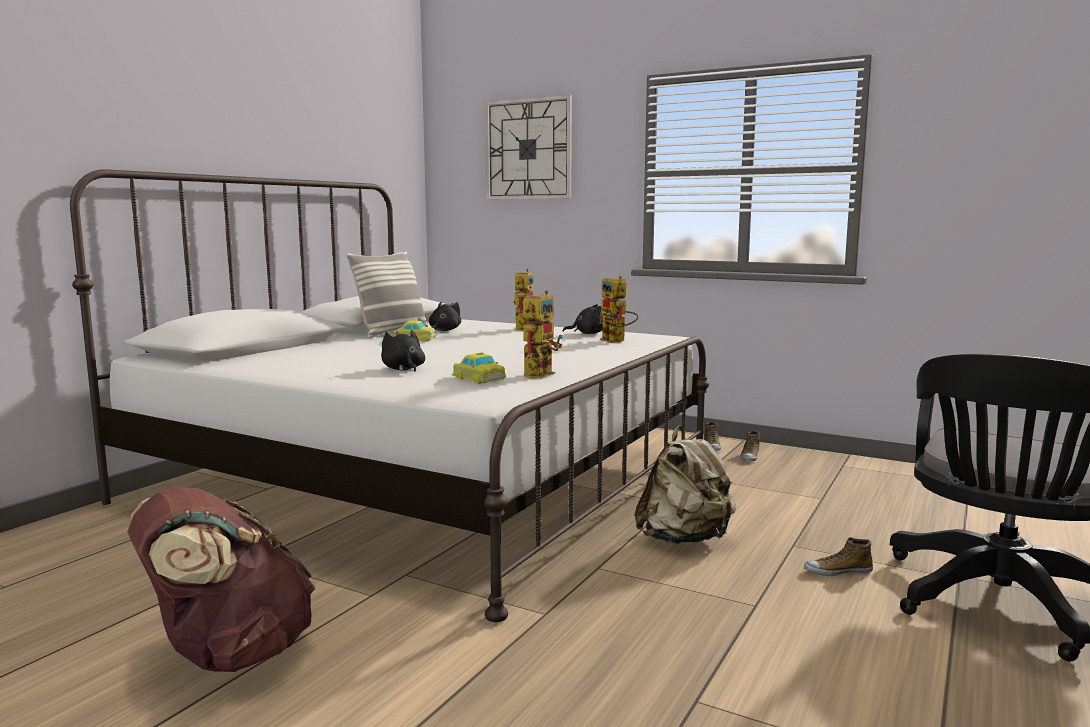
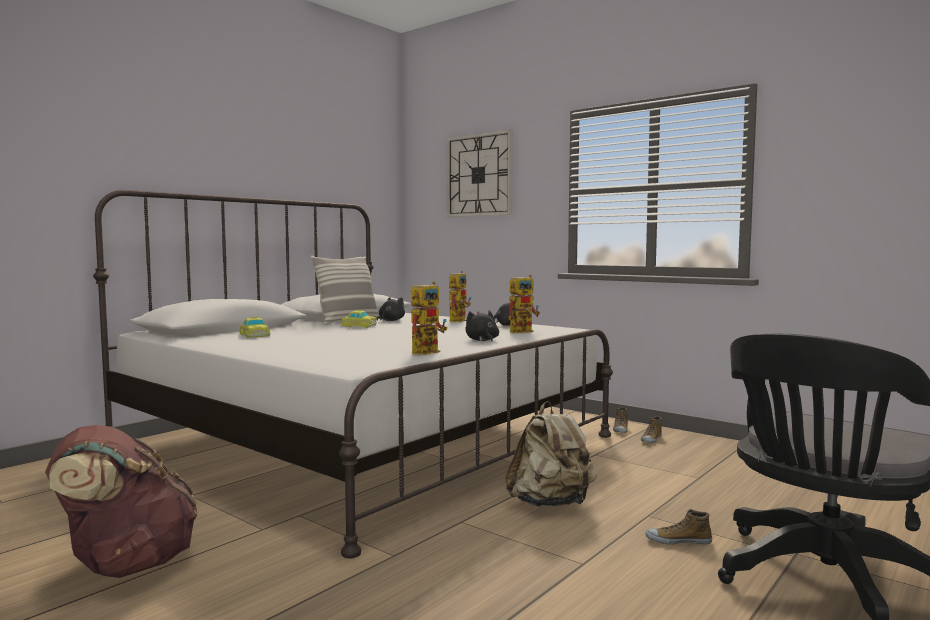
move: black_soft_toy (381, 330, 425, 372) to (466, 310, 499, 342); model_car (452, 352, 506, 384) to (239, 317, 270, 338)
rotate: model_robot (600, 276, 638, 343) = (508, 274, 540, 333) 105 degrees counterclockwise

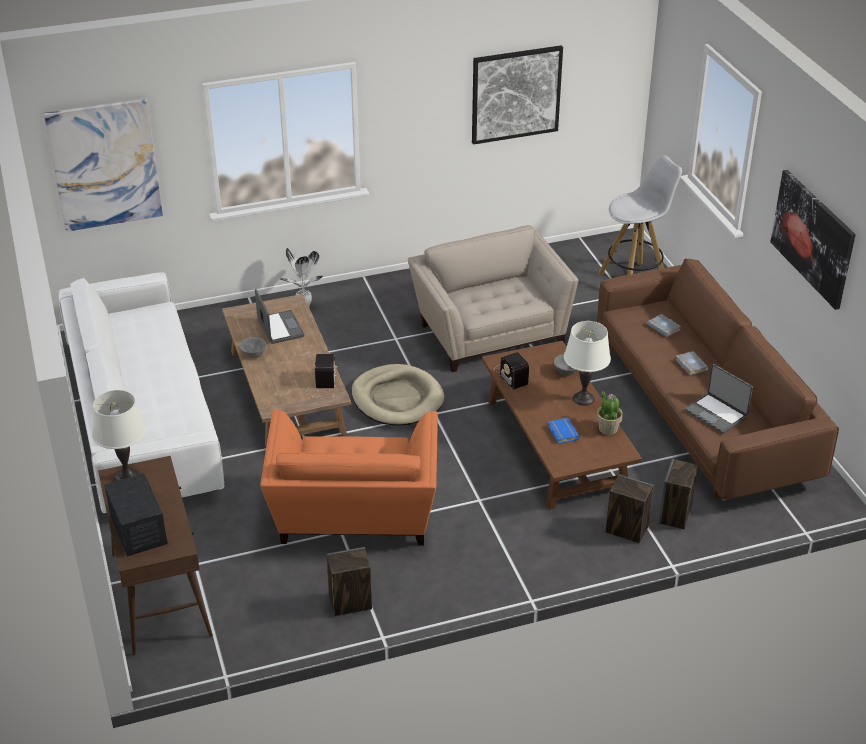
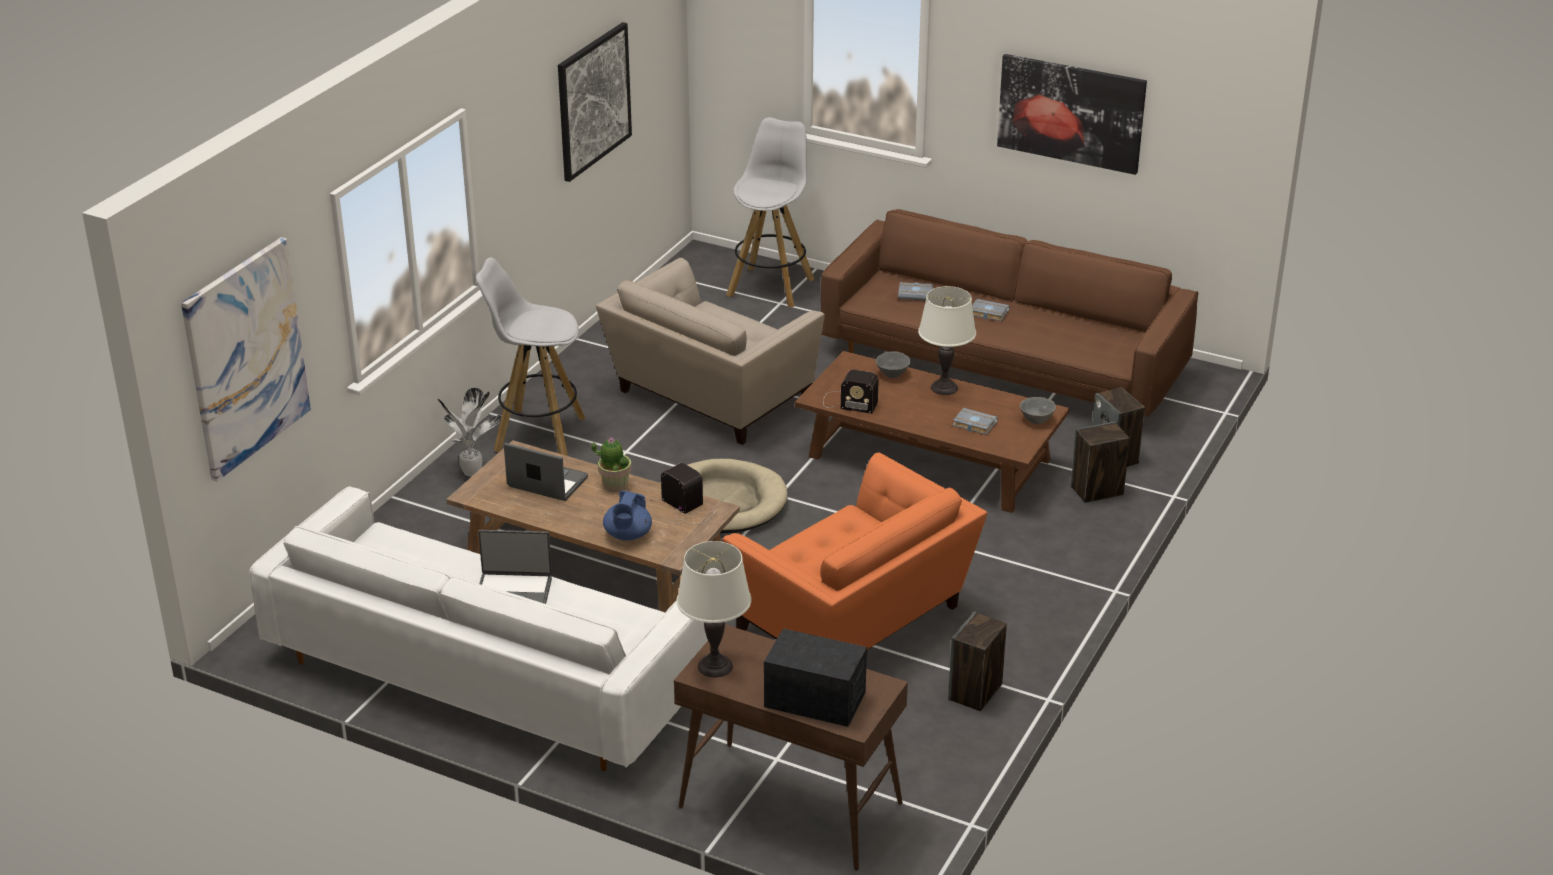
insert: white-coloured_sitting_stool (476, 258, 585, 456); blue_teapot (603, 491, 652, 541)
move: grey_deep_dish (239, 337, 266, 358) to (1020, 397, 1056, 424); potted_plant (597, 392, 623, 435) to (591, 437, 632, 492); laptop (685, 364, 753, 434) to (478, 530, 552, 604)
recolor: blue_bound_book (548, 418, 580, 444) to grey_bound_book (953, 408, 998, 435)
rotate: beige_armchair (408, 225, 578, 372) = (596, 258, 825, 445) 75 degrees counterclockwise

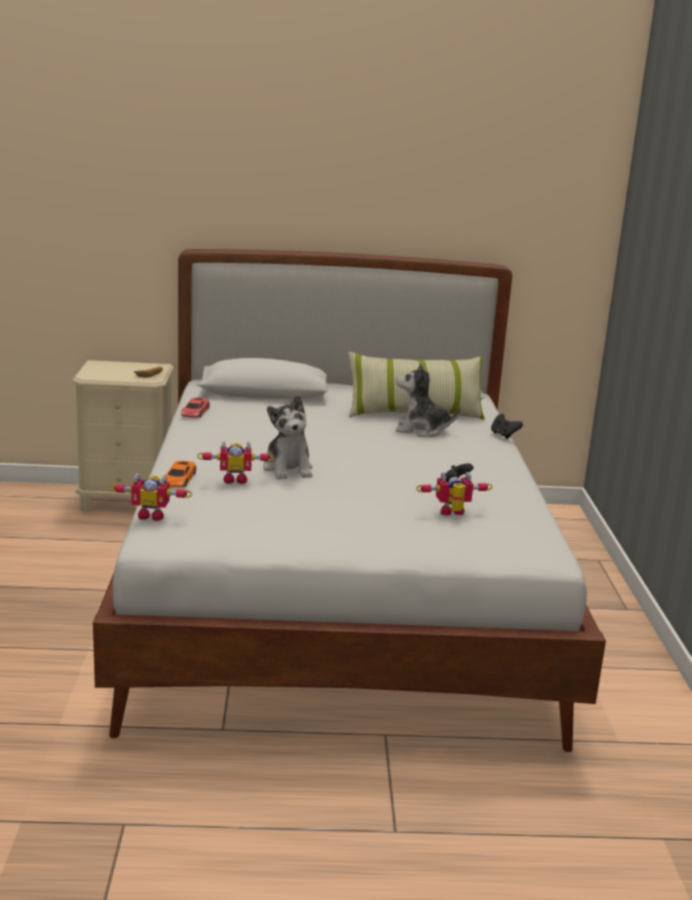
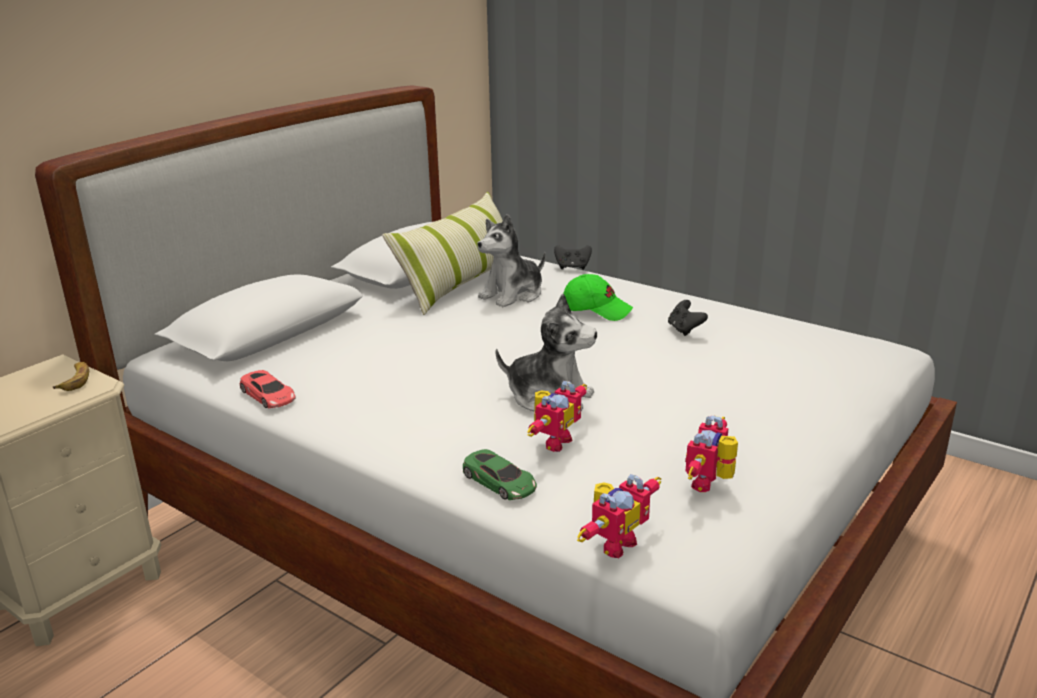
insert: greenish_peaked_cap (563, 274, 633, 321)
move: model_robot (416, 472, 492, 516) to (685, 416, 738, 492)
recolor: orange-coloured_model_car (165, 461, 196, 488) to greenish_model_car (463, 449, 537, 500)

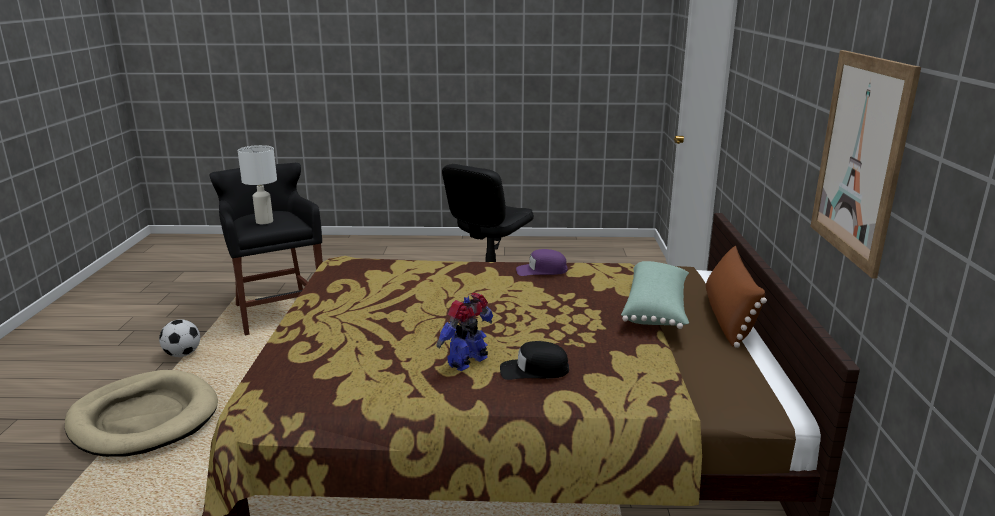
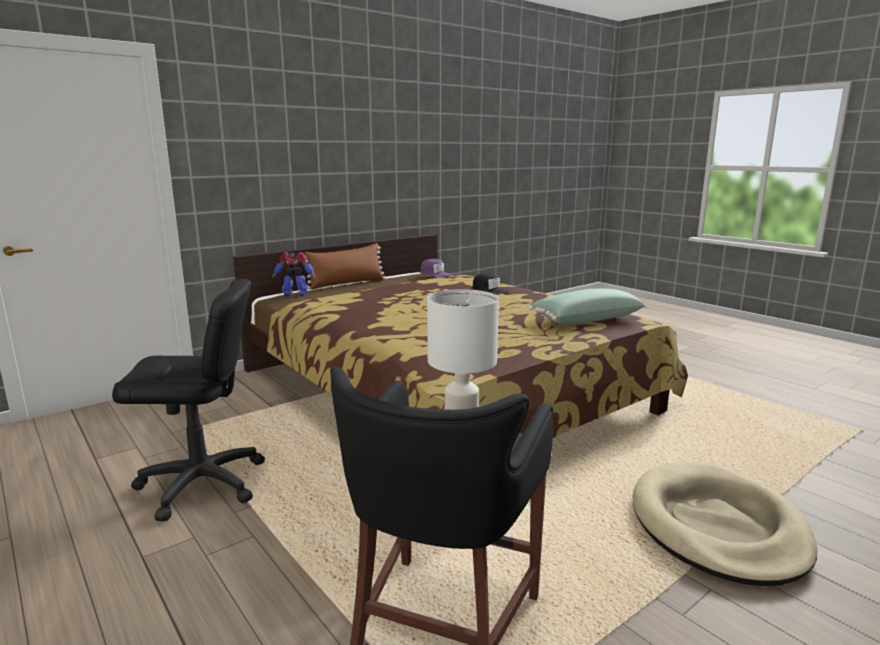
delete: football_ball (159, 319, 200, 357); wall_art (810, 50, 921, 278)
move: model_robot (436, 293, 493, 371) to (272, 252, 315, 296); purplish_peaked_cap (516, 249, 568, 276) to (420, 259, 452, 278); greenish_pillow (621, 261, 689, 329) to (529, 289, 646, 324)

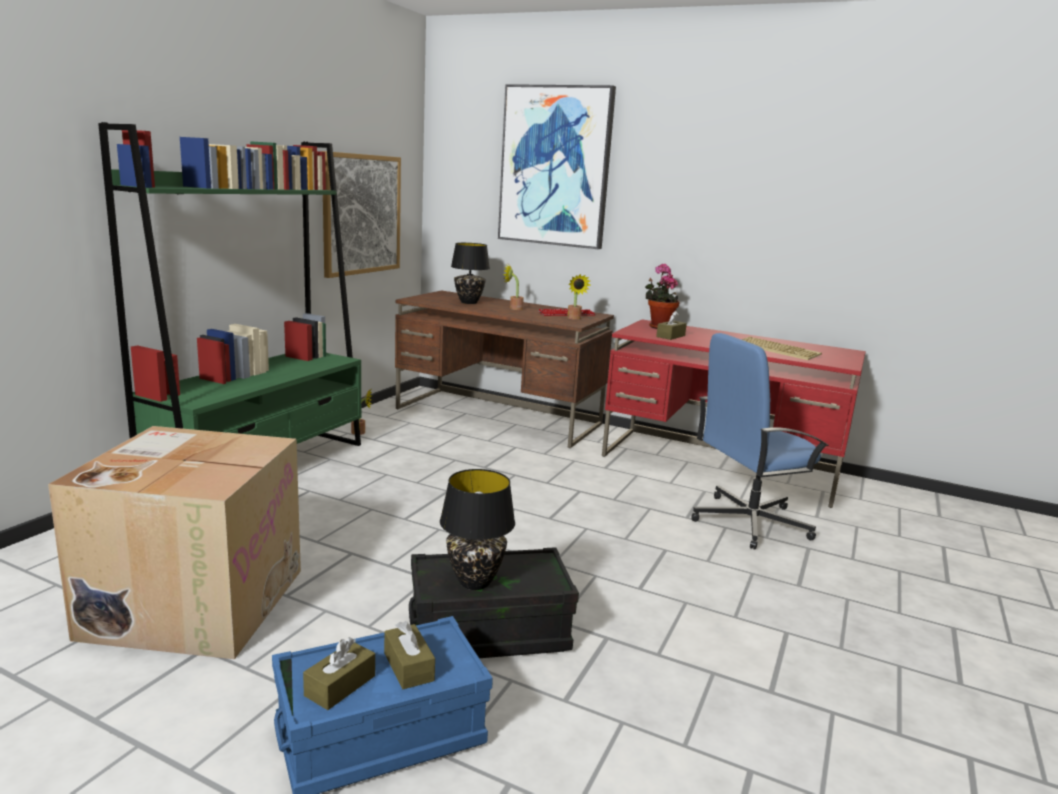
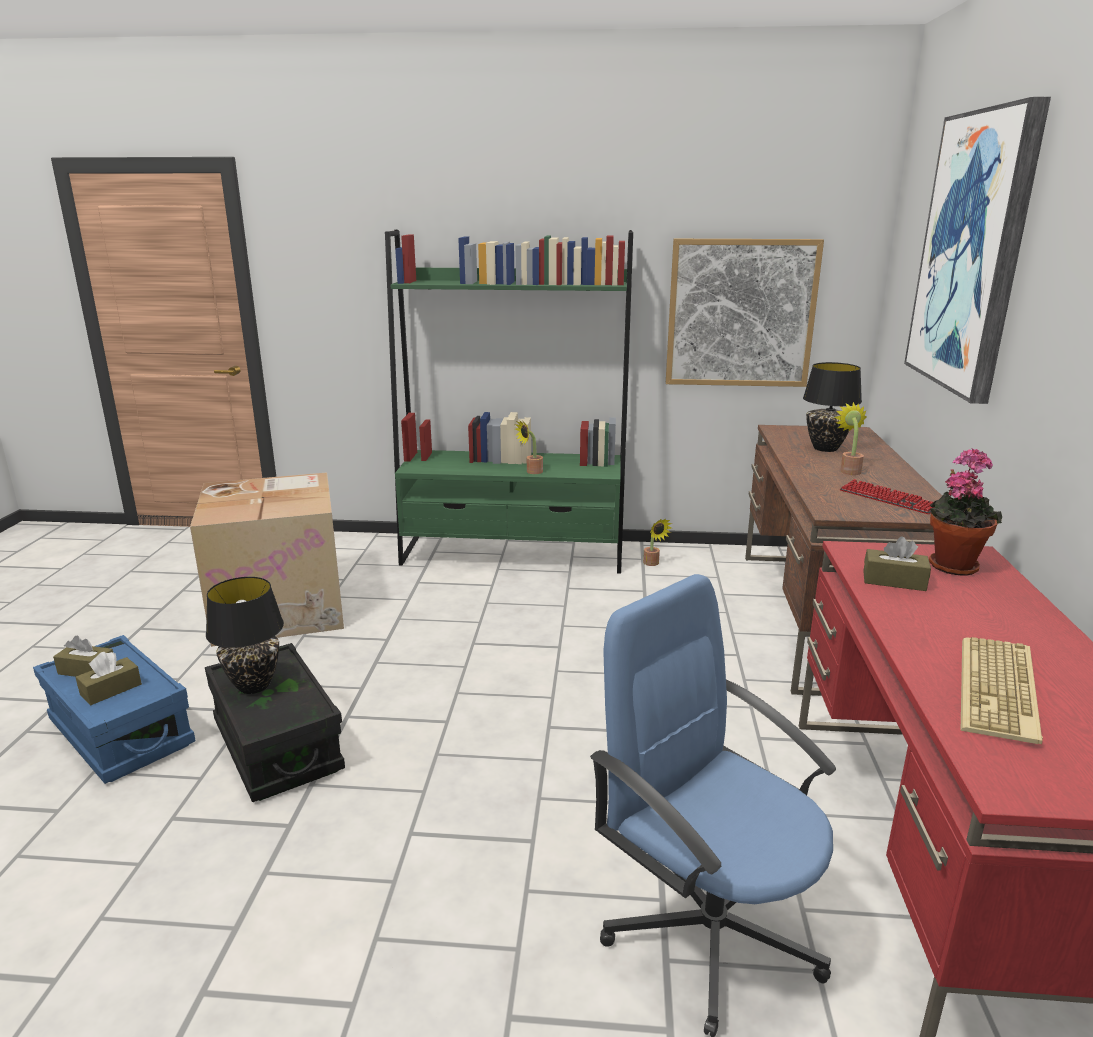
move: potted_plant (567, 274, 591, 320) to (515, 420, 543, 474)

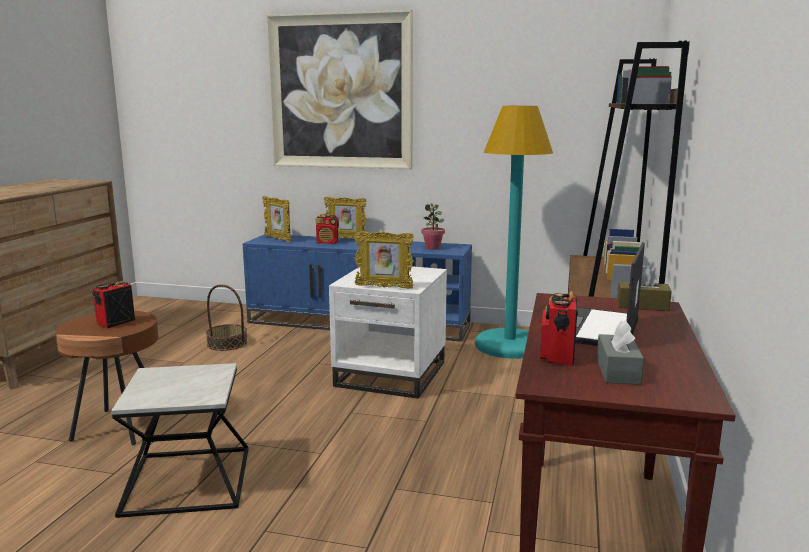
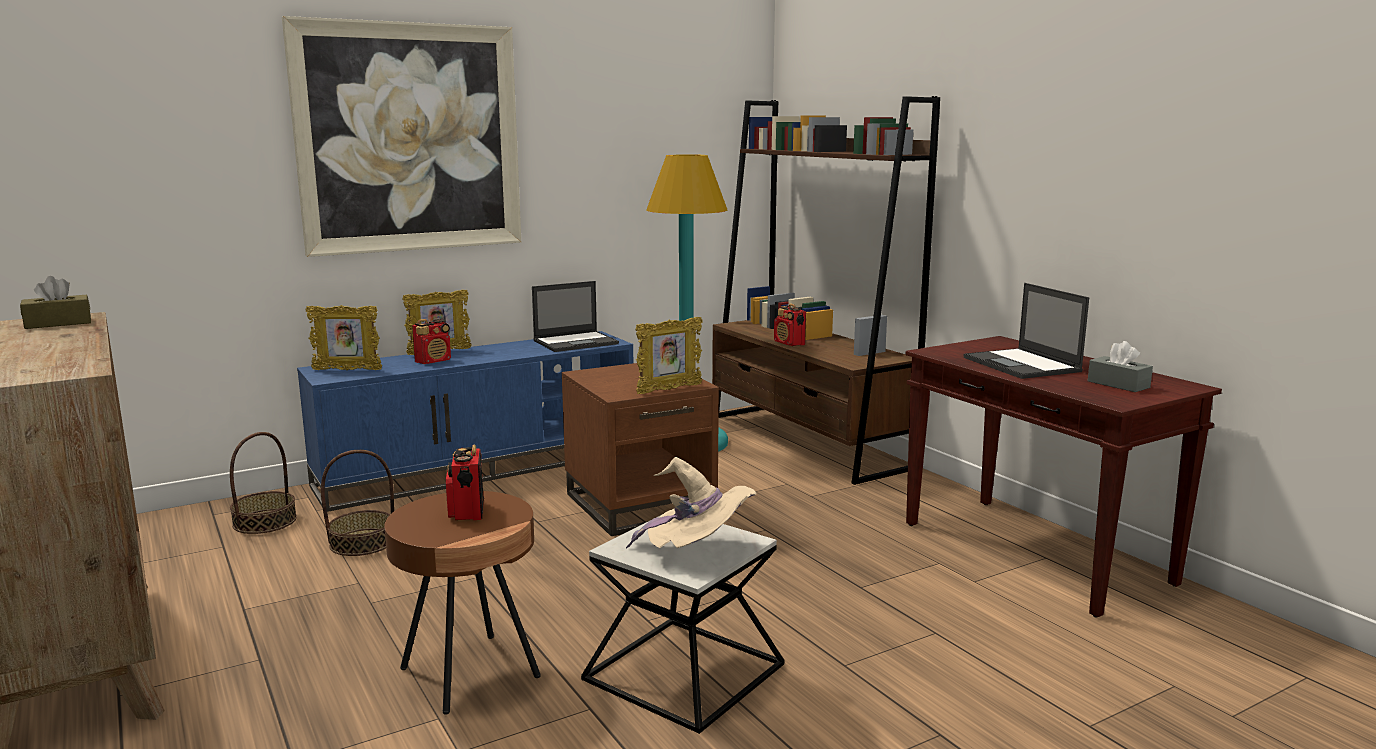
insert: basket (230, 432, 297, 534); beige_wearable_hat (626, 457, 757, 549)
move: radio (540, 291, 578, 366) to (774, 303, 806, 346); brown_tissue_holder (617, 267, 672, 311) to (20, 276, 91, 329)
replace: potted_plant (421, 203, 445, 250) to laptop (532, 281, 619, 352)
recolor: white-coloured_accent_table (329, 266, 447, 399) to brown_accent_table (562, 363, 719, 536)

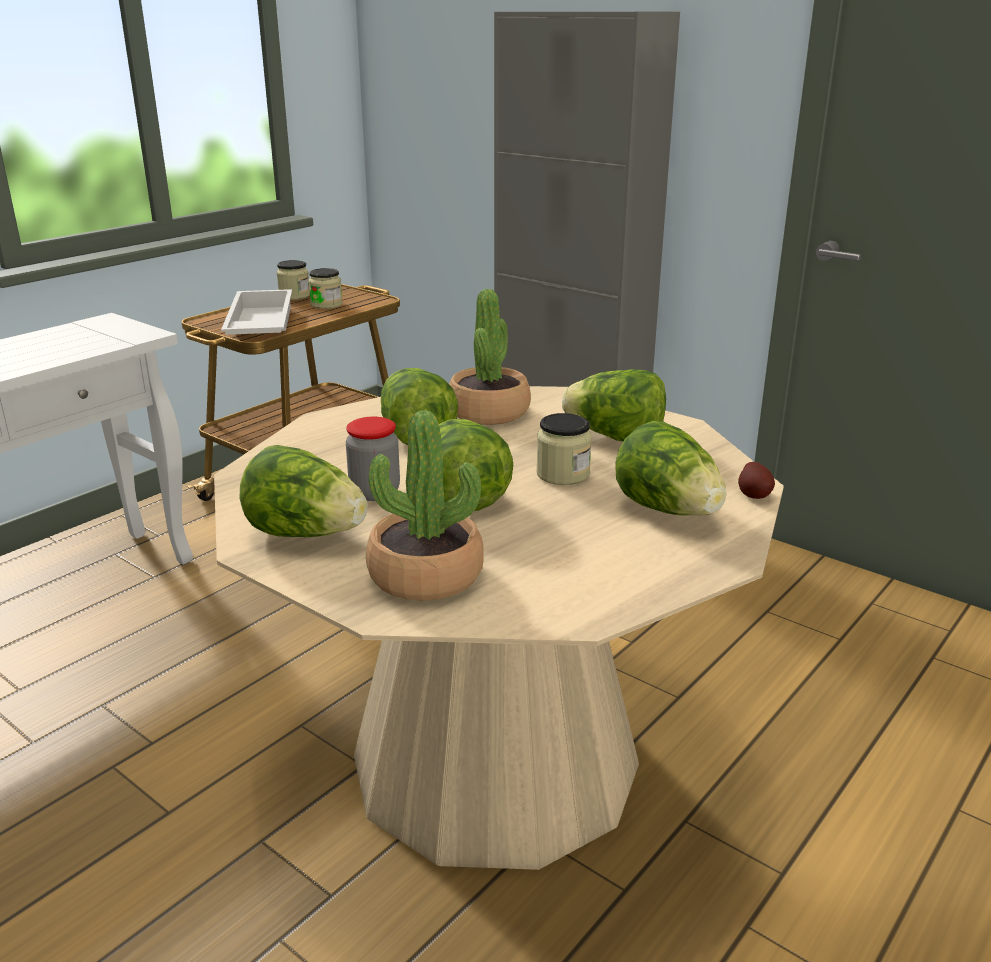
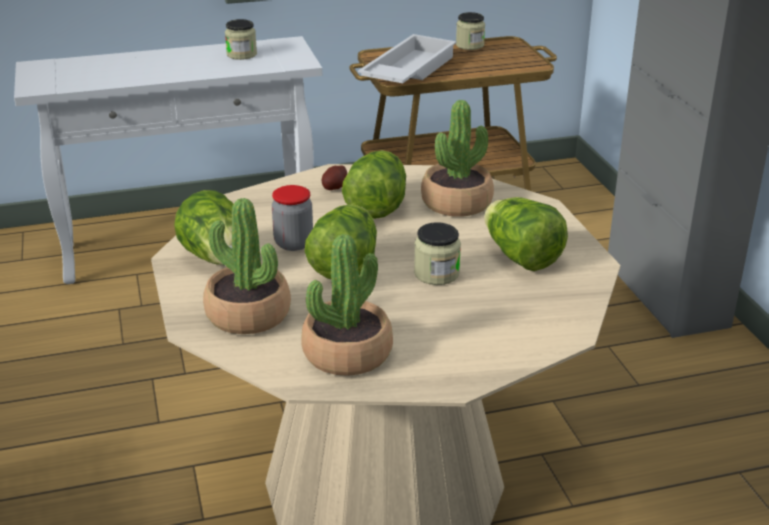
delete: head_of_lettuce (615, 421, 726, 516)
insert: potted_plant (301, 234, 393, 376)
move: jar (309, 268, 342, 309) to (225, 19, 257, 60); spud (738, 462, 775, 499) to (322, 165, 347, 190)

